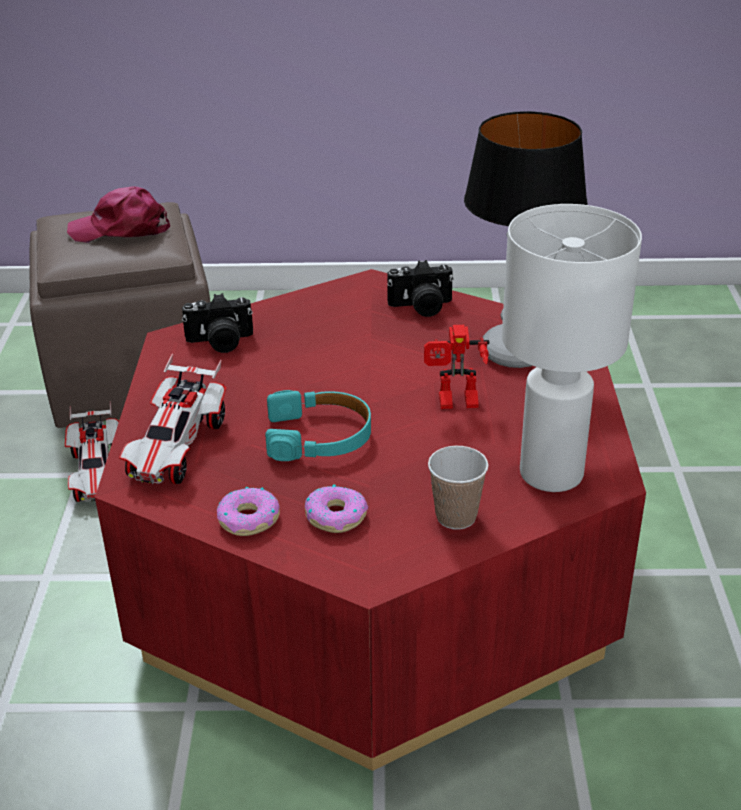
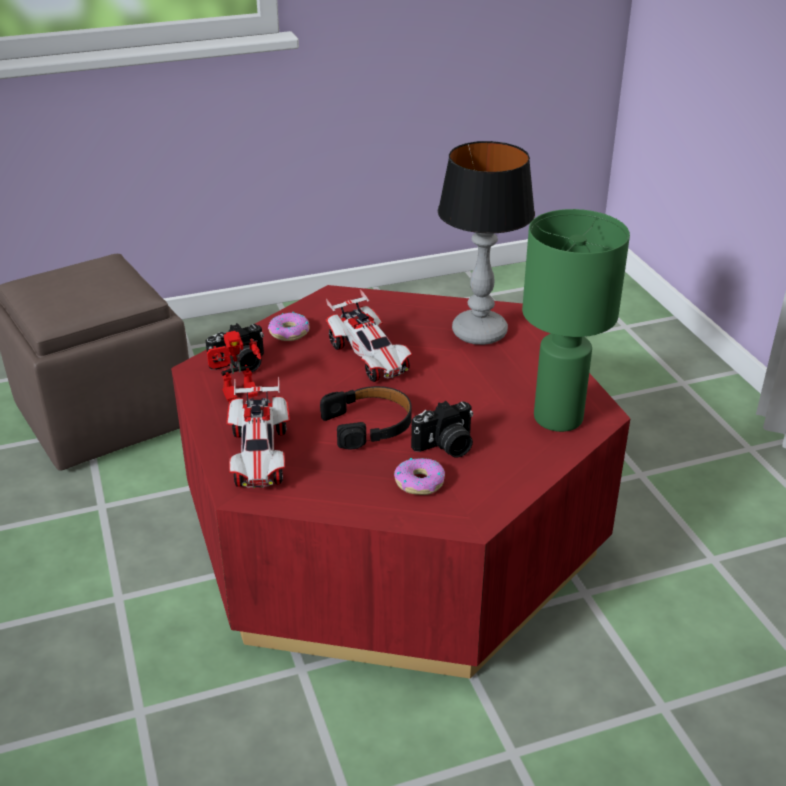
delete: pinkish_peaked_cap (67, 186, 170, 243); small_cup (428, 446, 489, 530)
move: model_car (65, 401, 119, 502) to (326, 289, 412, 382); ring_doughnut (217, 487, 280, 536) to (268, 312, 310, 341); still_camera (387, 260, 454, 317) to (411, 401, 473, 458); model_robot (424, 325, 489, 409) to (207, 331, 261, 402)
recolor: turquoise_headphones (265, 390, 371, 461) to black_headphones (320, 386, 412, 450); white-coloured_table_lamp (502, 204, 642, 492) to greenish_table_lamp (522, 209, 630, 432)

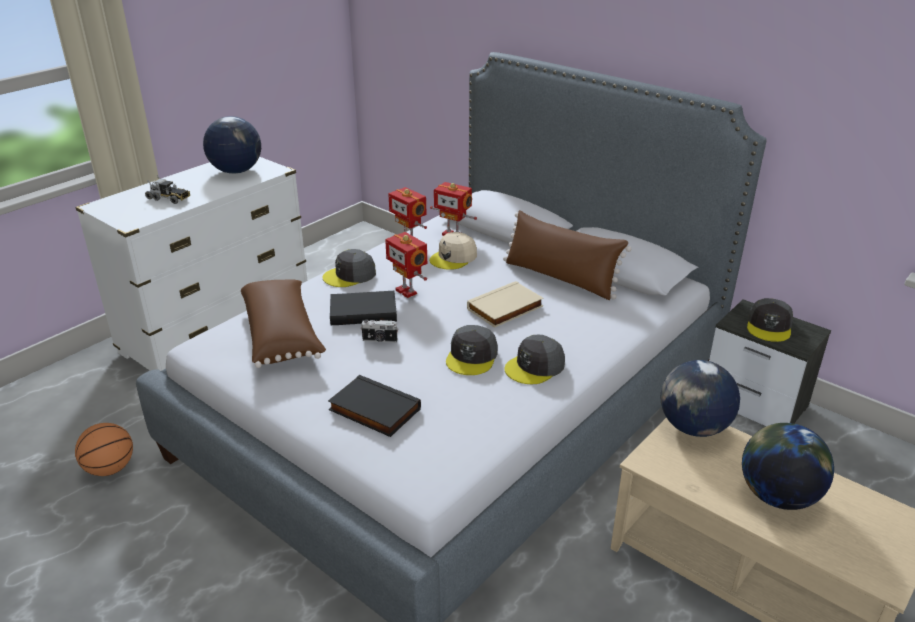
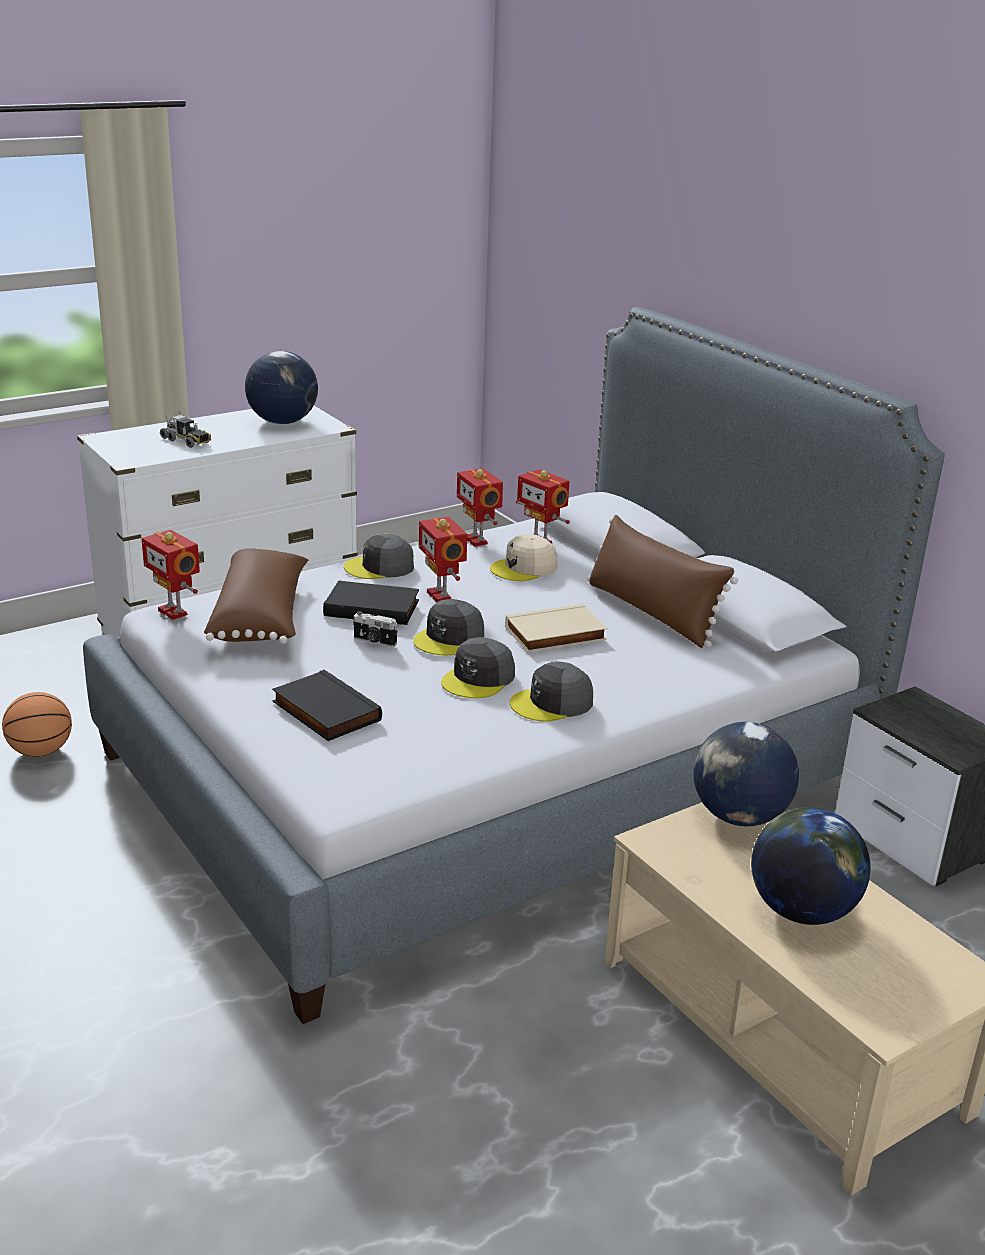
insert: model_robot (142, 530, 200, 620)
move: grey_peaked_cap (747, 298, 793, 342) to (413, 599, 484, 655)

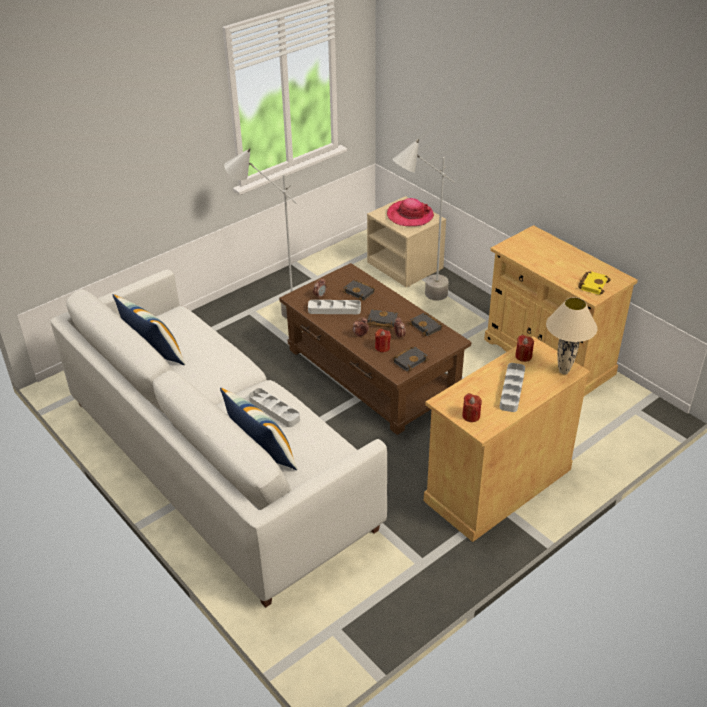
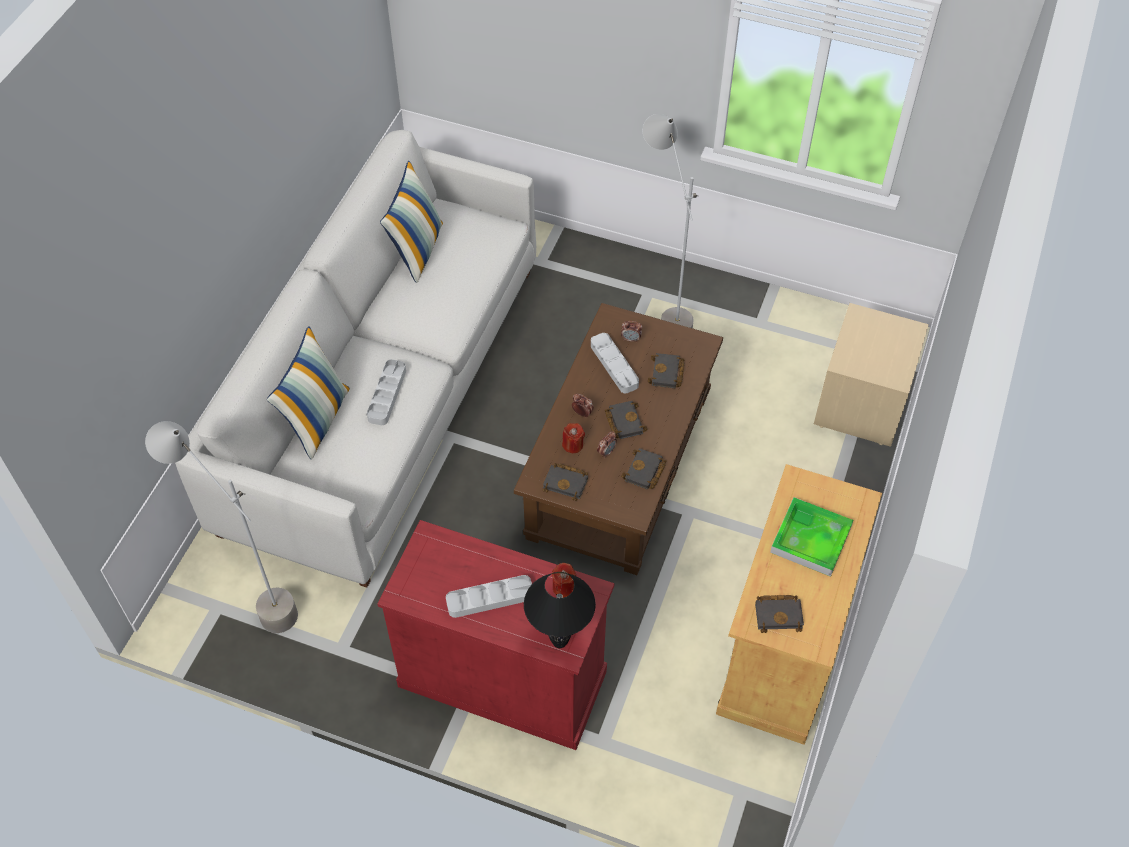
delete: wearable_hat (387, 198, 434, 226); reddish_wax_candle (462, 393, 482, 422)
insert: serving_tray (770, 497, 853, 577)
move: grey_standing_lamp (392, 139, 454, 301) to (145, 421, 298, 633)
recolor: beige_storage_cabinet (424, 336, 590, 542) to reddish_storage_cabinet (377, 520, 615, 750); beige_table_lamp (546, 297, 598, 374) to black_table_lamp (524, 572, 596, 648); yellow-coloured_bound_book (578, 271, 611, 295) to black_bound_book (755, 595, 804, 633)

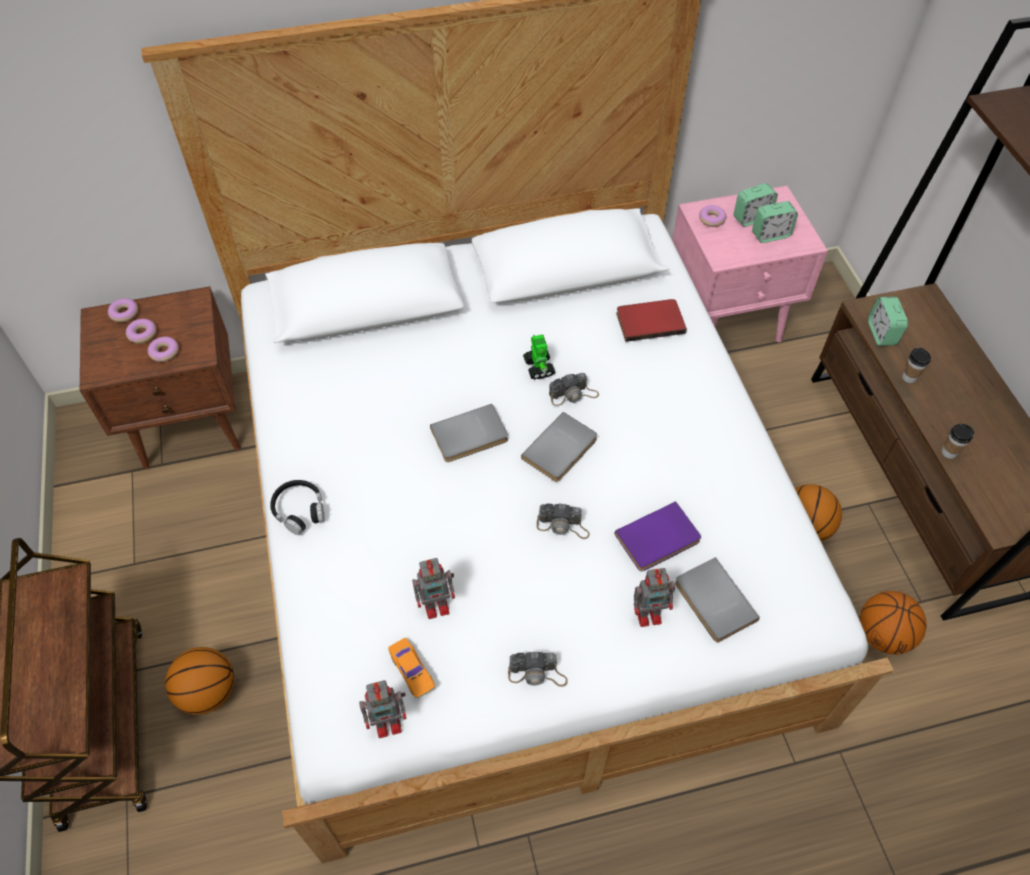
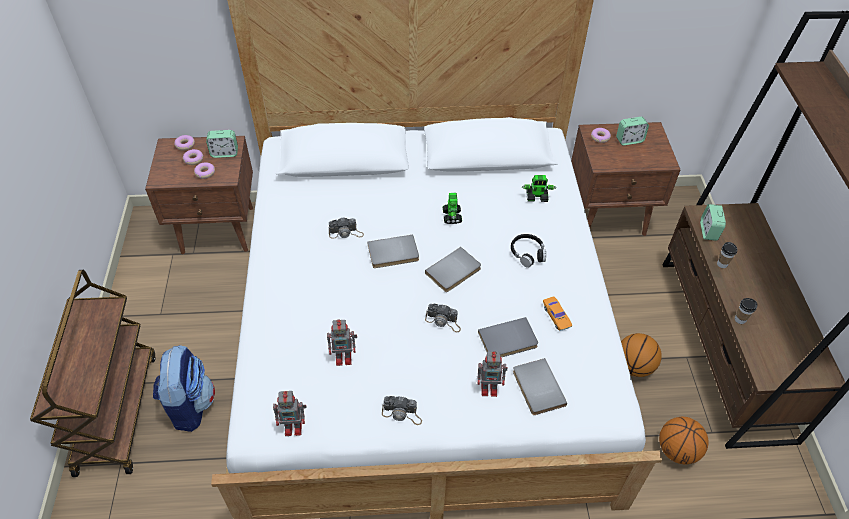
move: black_headphones (270, 480, 324, 535) to (511, 234, 546, 268); orange-coloured_model_car (388, 638, 435, 698) to (543, 296, 572, 331); still_camera (549, 373, 599, 406) to (329, 218, 364, 239); bedside_clock (752, 201, 798, 243) to (206, 130, 238, 158)
replace: ball_for_basketball (165, 647, 234, 715) to rucksack (153, 345, 215, 432); reddish_bound_book (616, 299, 687, 342) to model_robot (522, 175, 556, 202)
recolor: purplish_bound_book (615, 501, 701, 571) to grey_bound_book (478, 317, 538, 357); pinkish_night_table (672, 186, 828, 342) to brown_night_table (571, 122, 680, 236)

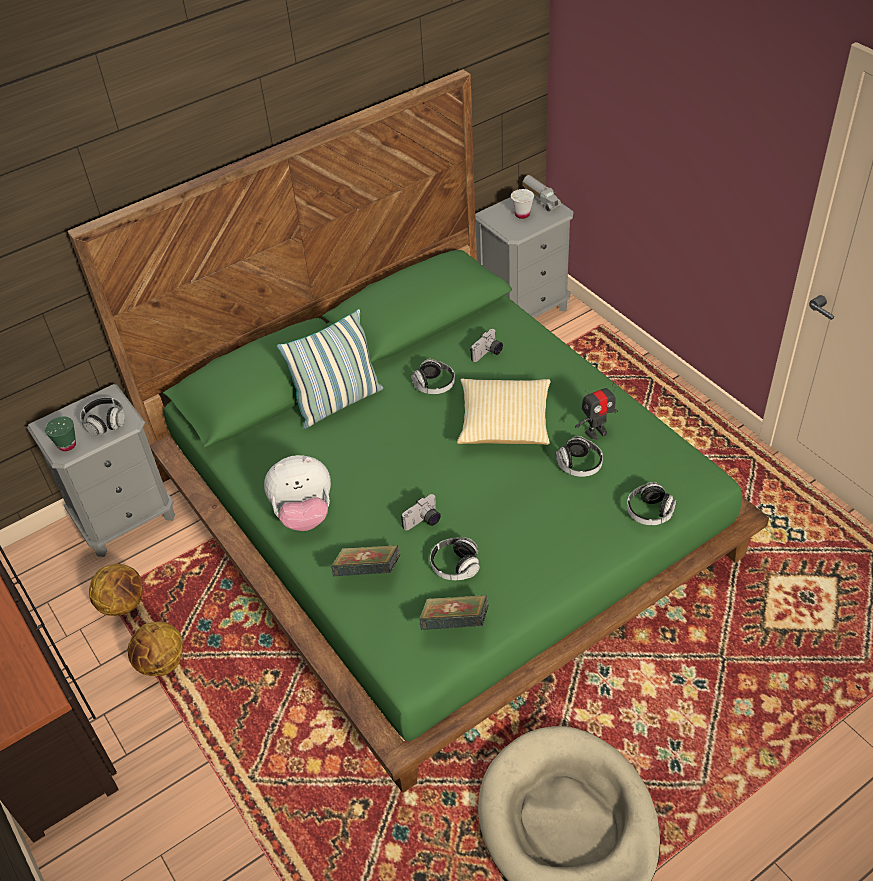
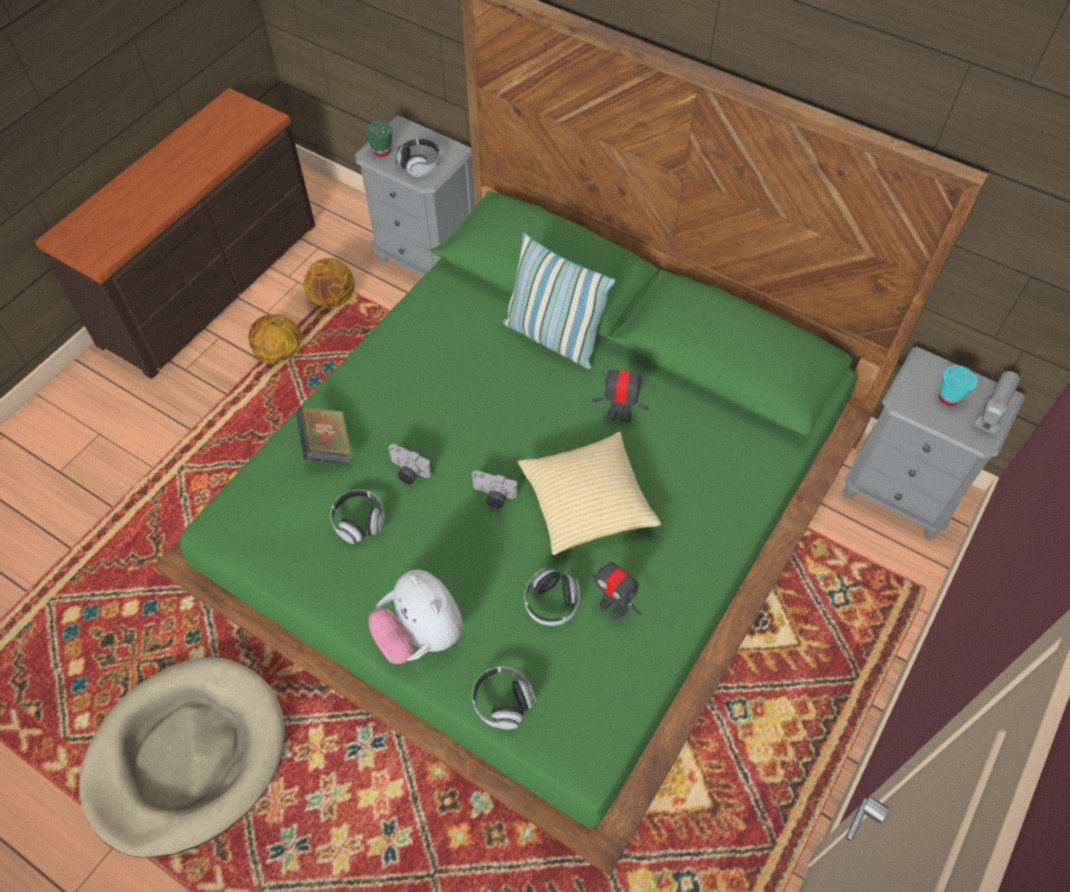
delete: bound_book (419, 595, 489, 630)
move: soft_toy (264, 455, 331, 531) to (369, 570, 463, 664); still_camera (470, 329, 503, 362) to (471, 471, 518, 508)
replace: headphones (411, 359, 455, 394) to model_robot (592, 366, 649, 423)
recolor: white-coloured_small_cup (511, 189, 534, 219) to turquoise_small_cup (939, 365, 977, 406)

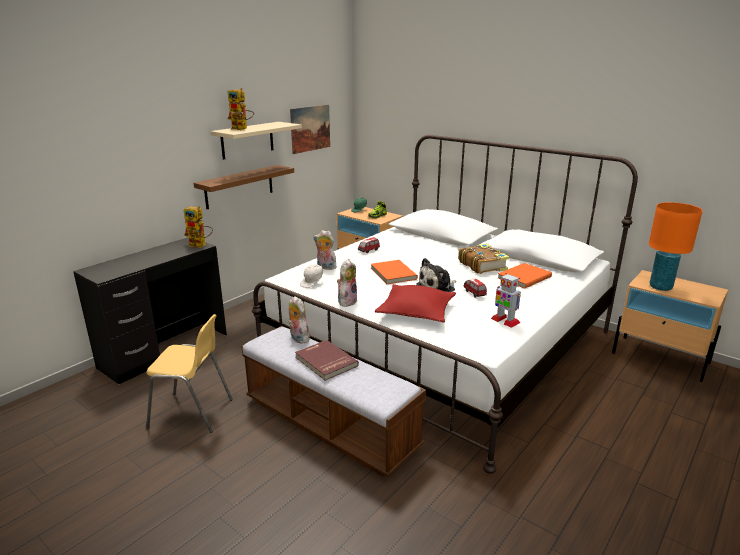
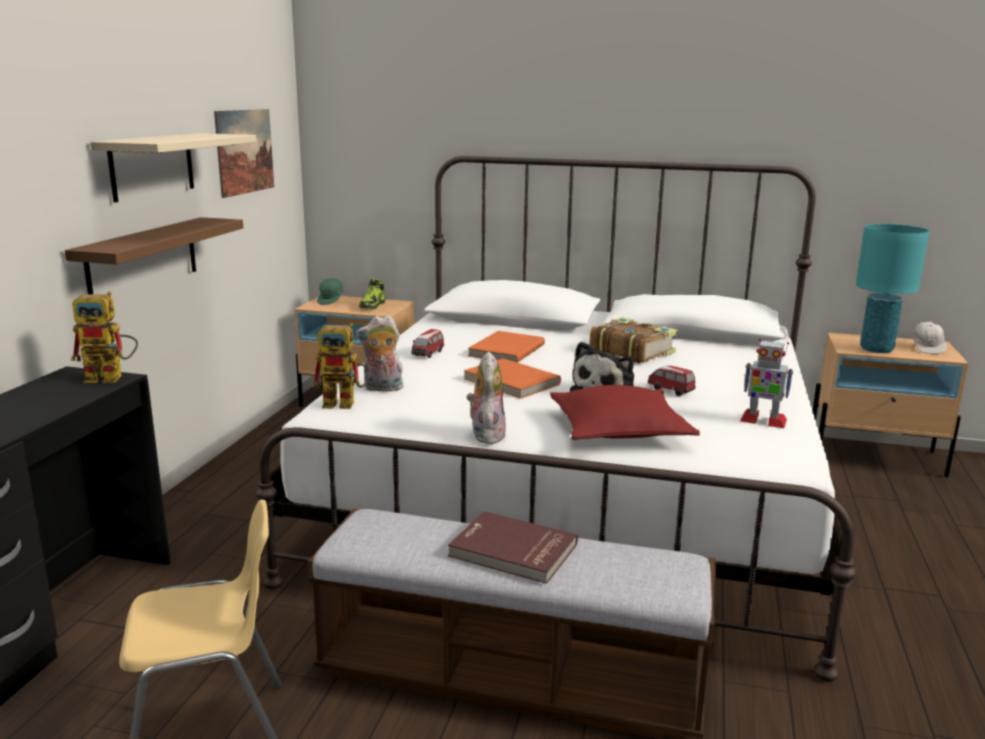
delete: soft_toy (288, 296, 310, 344)
move: model_robot (228, 88, 254, 130) to (312, 323, 371, 409); white-coloured_peaked_cap (300, 264, 323, 288) to (912, 321, 947, 354); orange-coloured_bound_book (498, 263, 552, 289) to (468, 331, 545, 363)
recolor: orange-coloured_table_lamp (649, 202, 703, 291) to turquoise_table_lamp (856, 224, 930, 353)

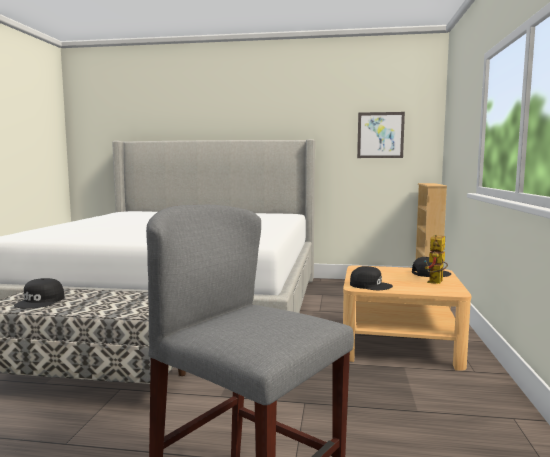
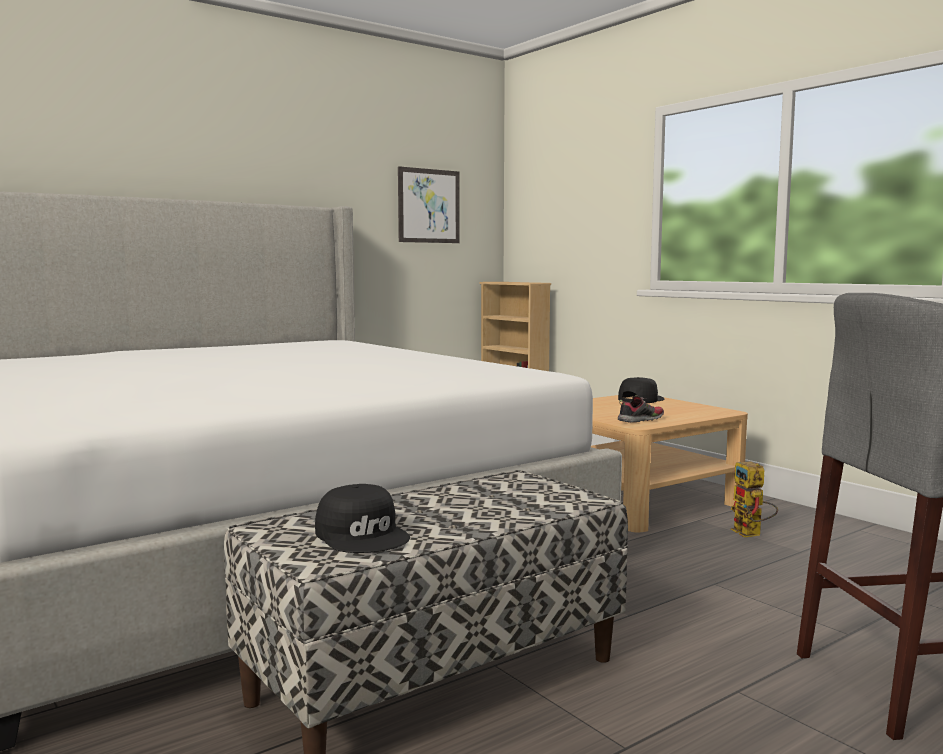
move: model_robot (424, 235, 448, 284) to (731, 461, 778, 538)
replace: black_peaked_cap (350, 266, 393, 290) to item_of_footwear (618, 395, 664, 423)

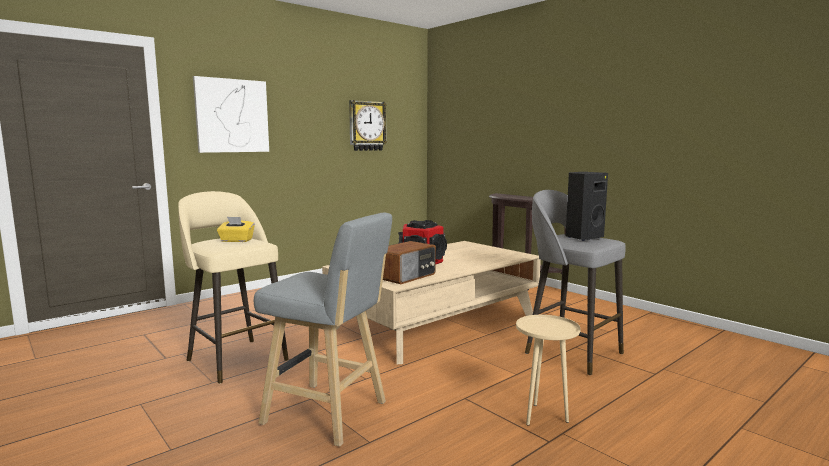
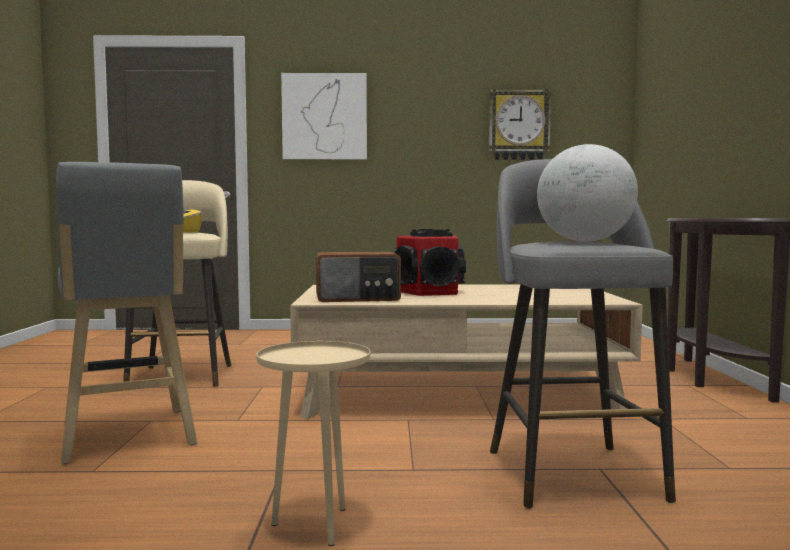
replace: black_loudspeaker (566, 172, 608, 241) to desk_globe (537, 144, 638, 242)

